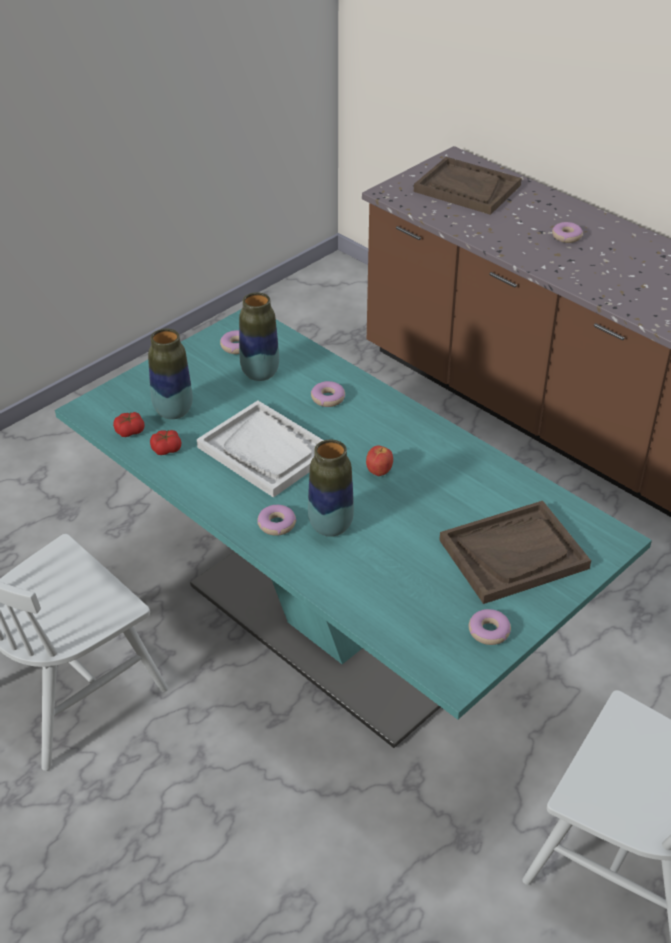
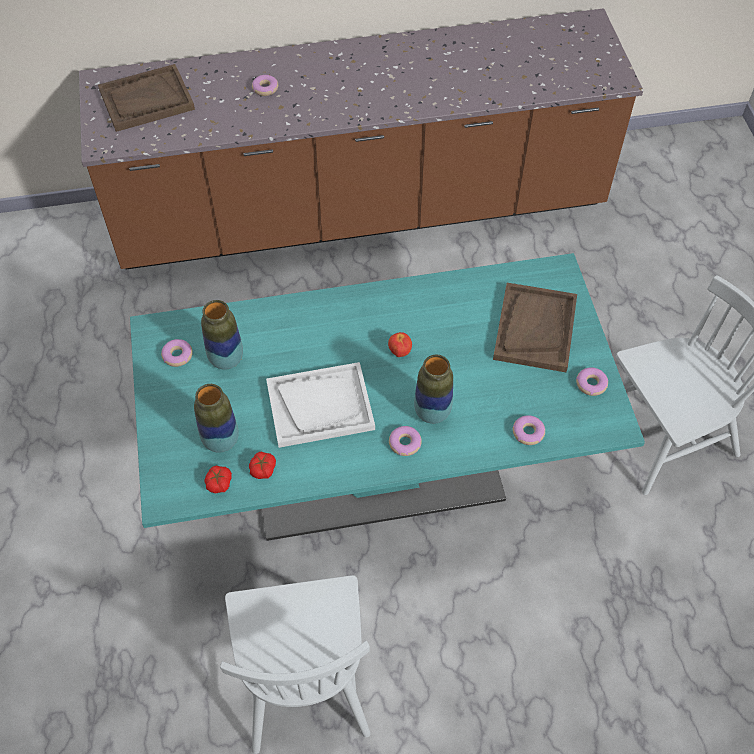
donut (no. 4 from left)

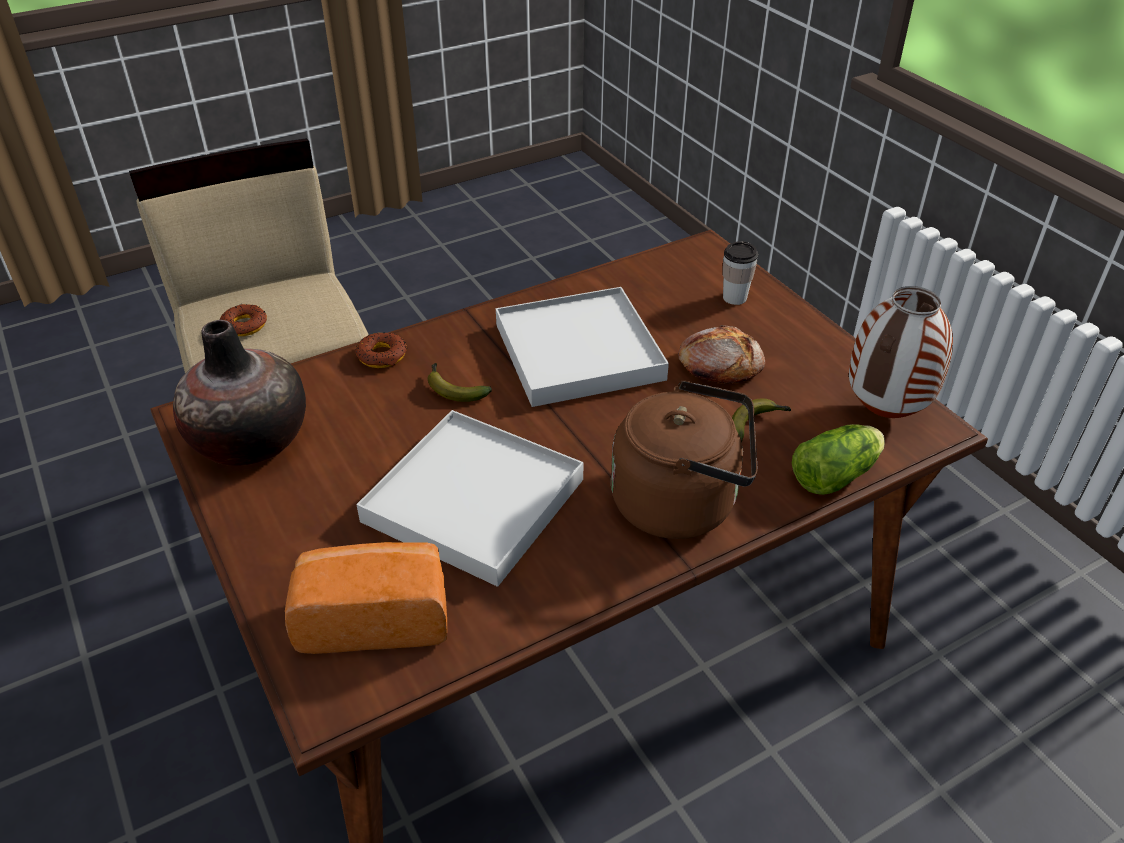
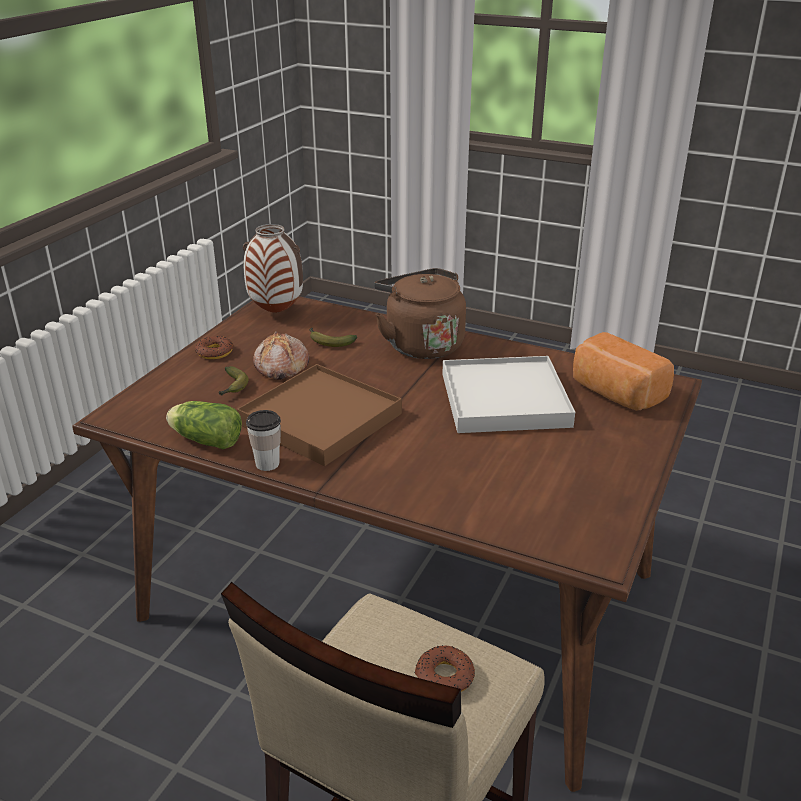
vase (no. 1 from left in the first image)
donut (no. 1 from left)
banana (no. 1 from left)
brown tray
cup
lettuce

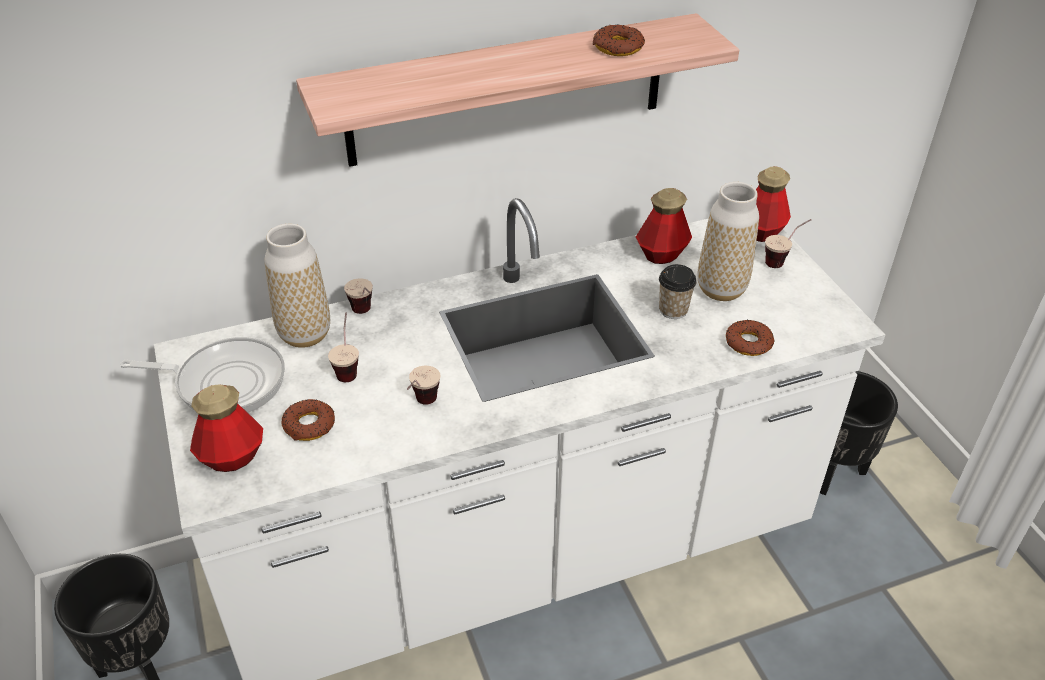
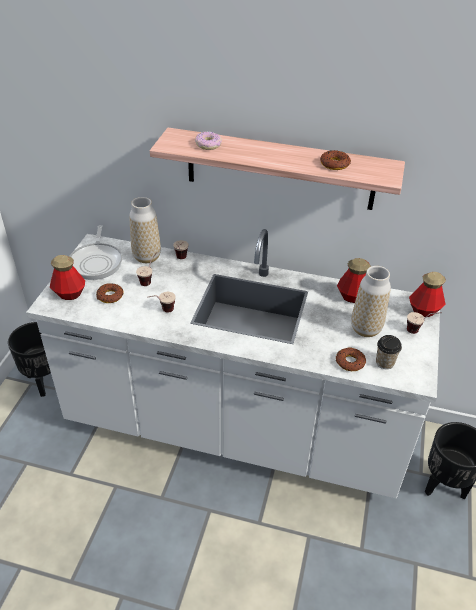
frying pan
cup (no. 4 from left)
donut (no. 2 from left)

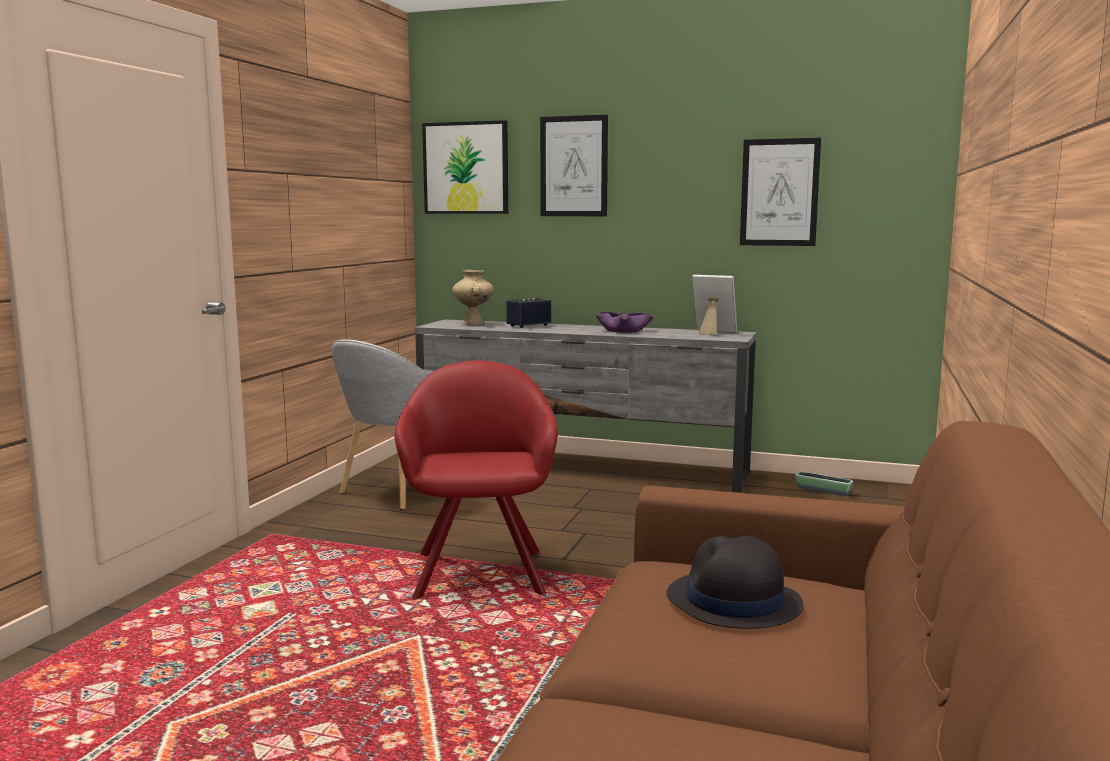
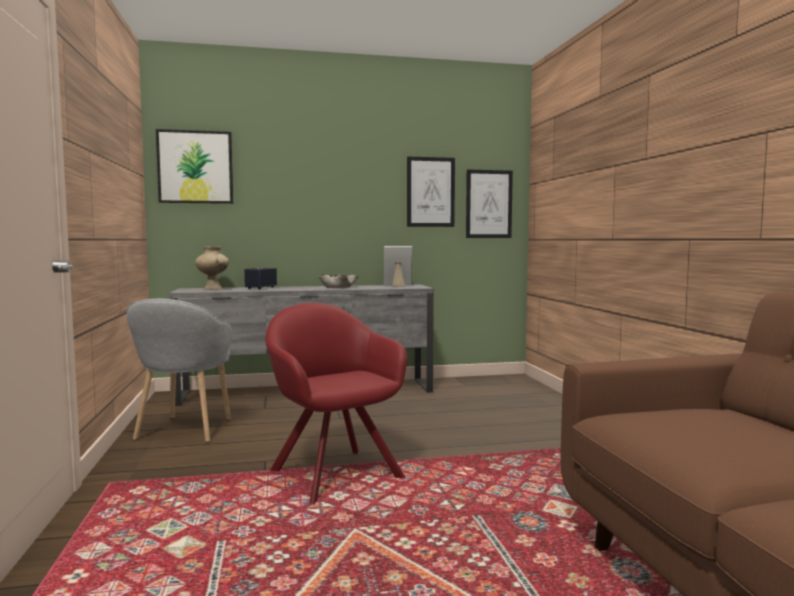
picture (no. 3 from left)
beige bowl
black hat
planter

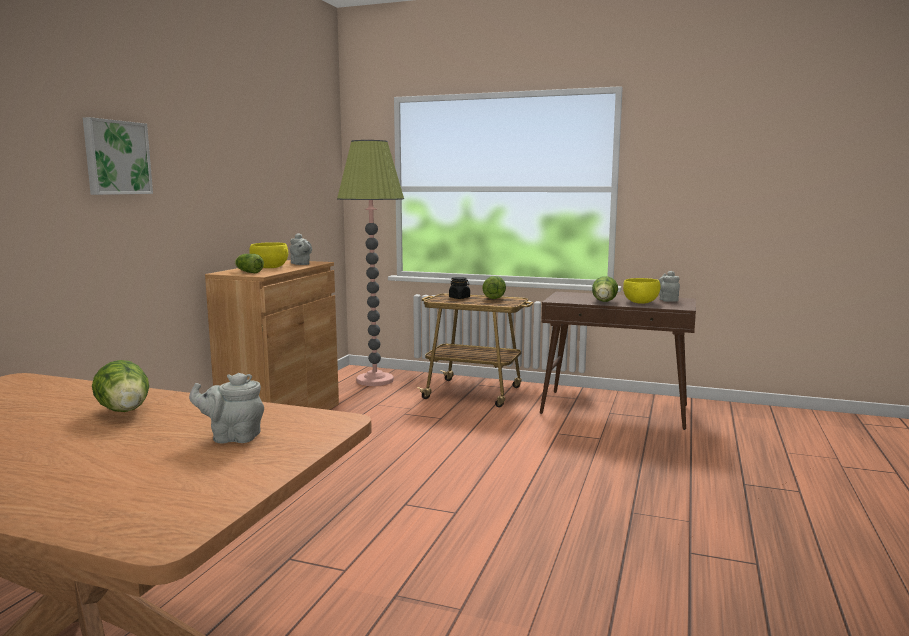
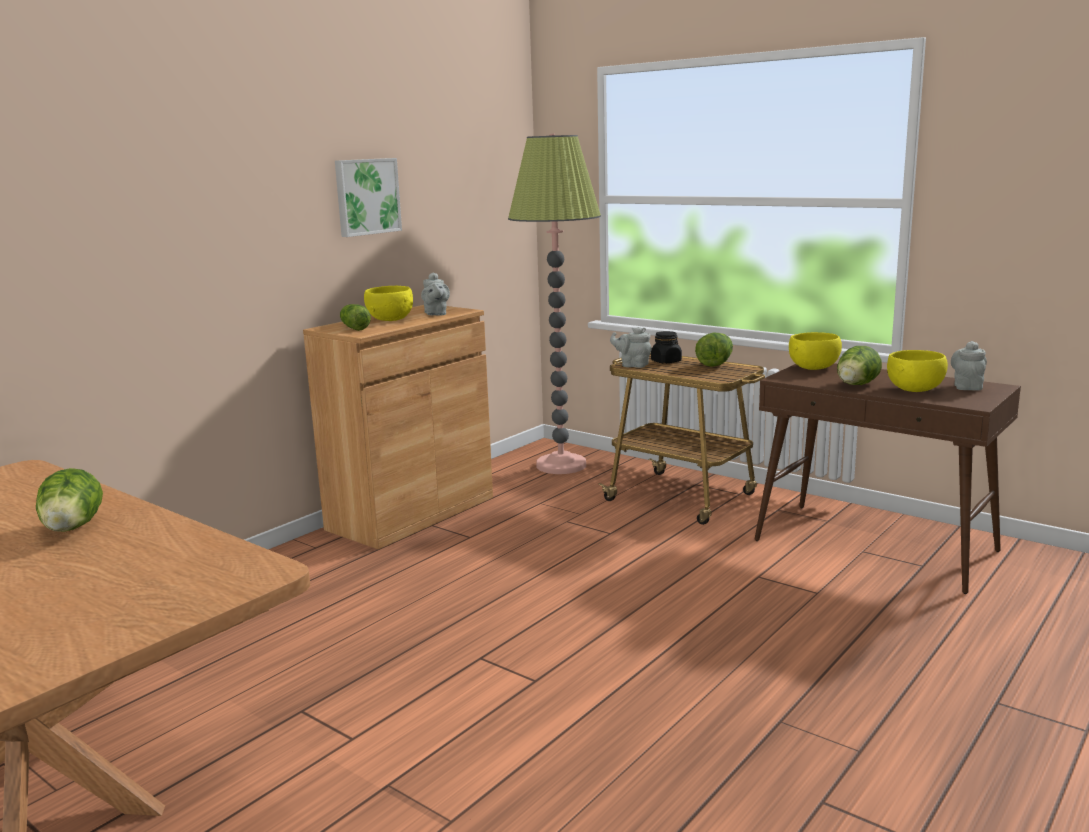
picture
grey teapot (no. 2 from left)
yellow bowl (no. 2 from left)

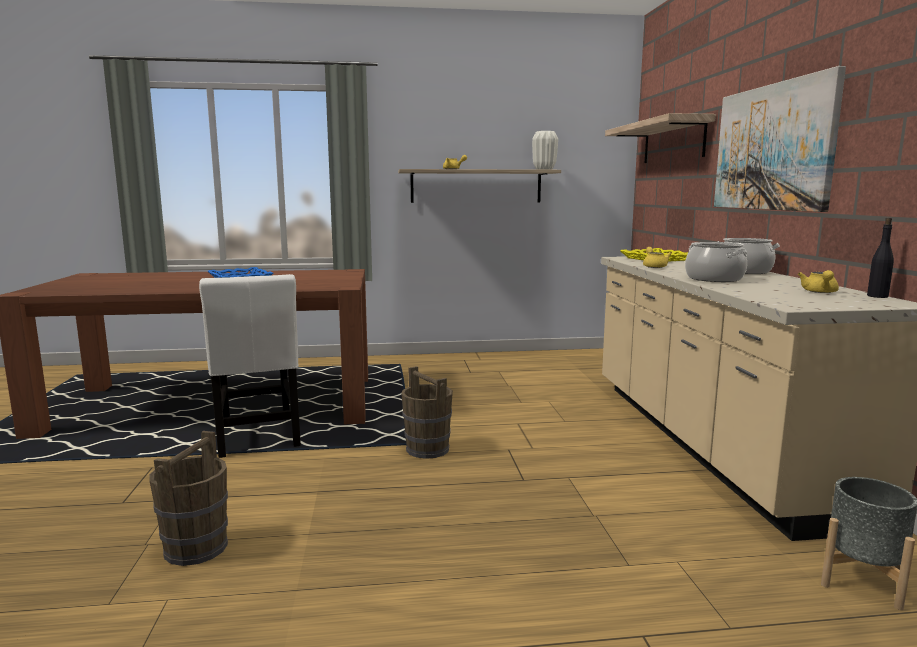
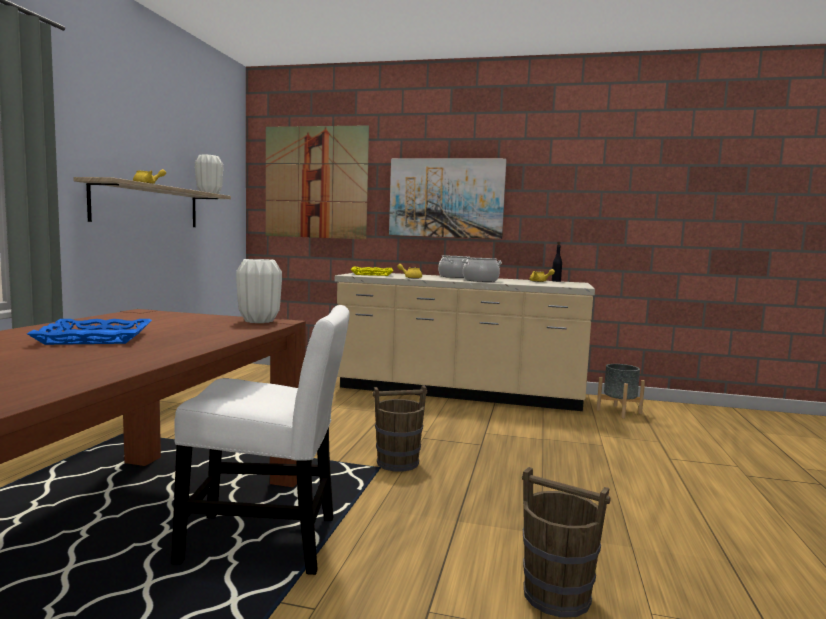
picture (no. 1 from left)
white vase (no. 2 from left)

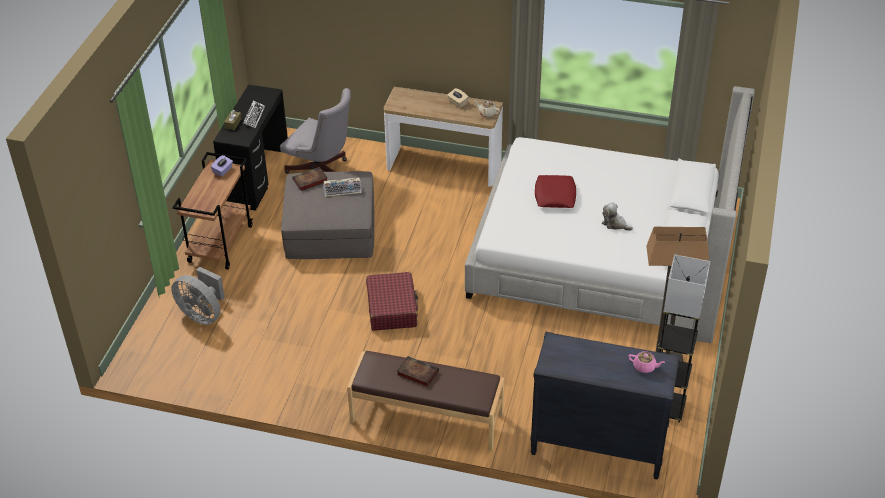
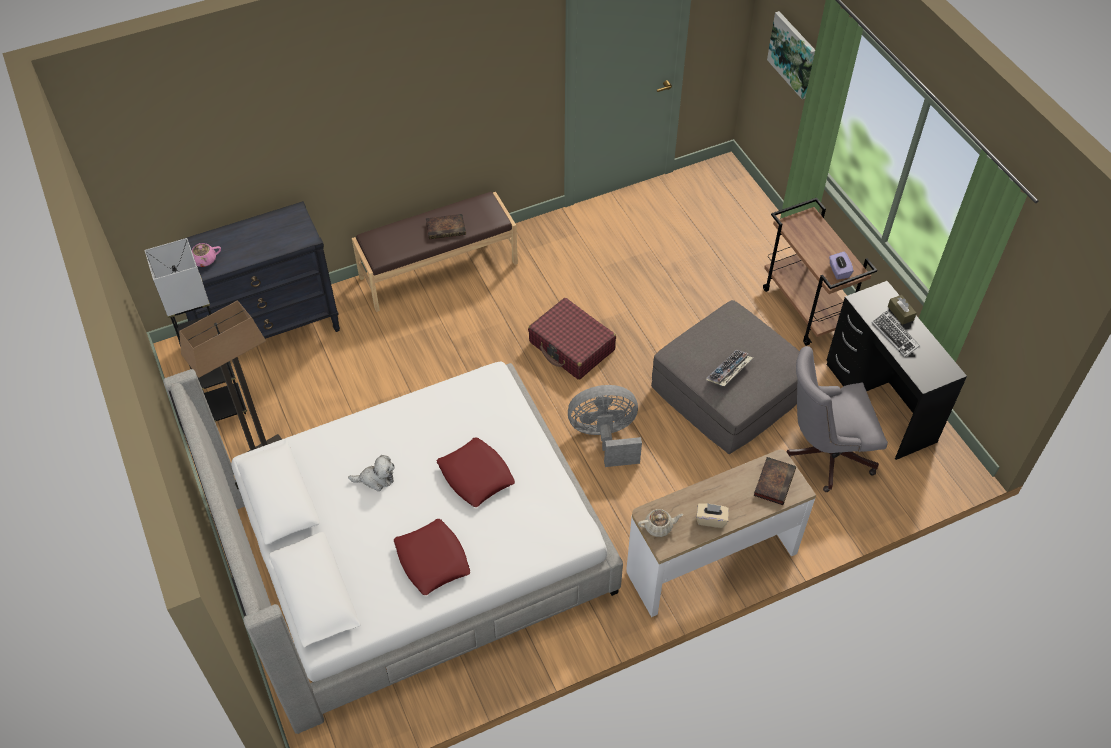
grey fan
book (no. 2 from left)
red pillow (no. 1 from left)
picture

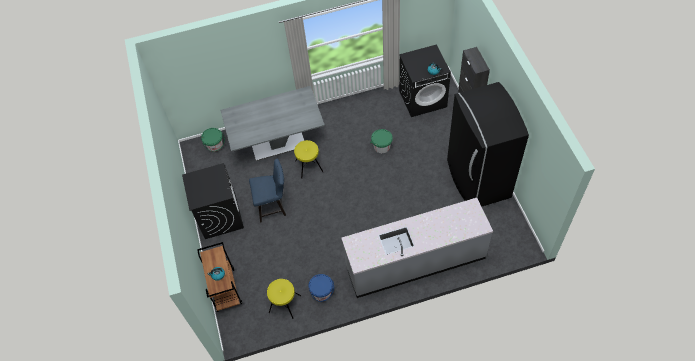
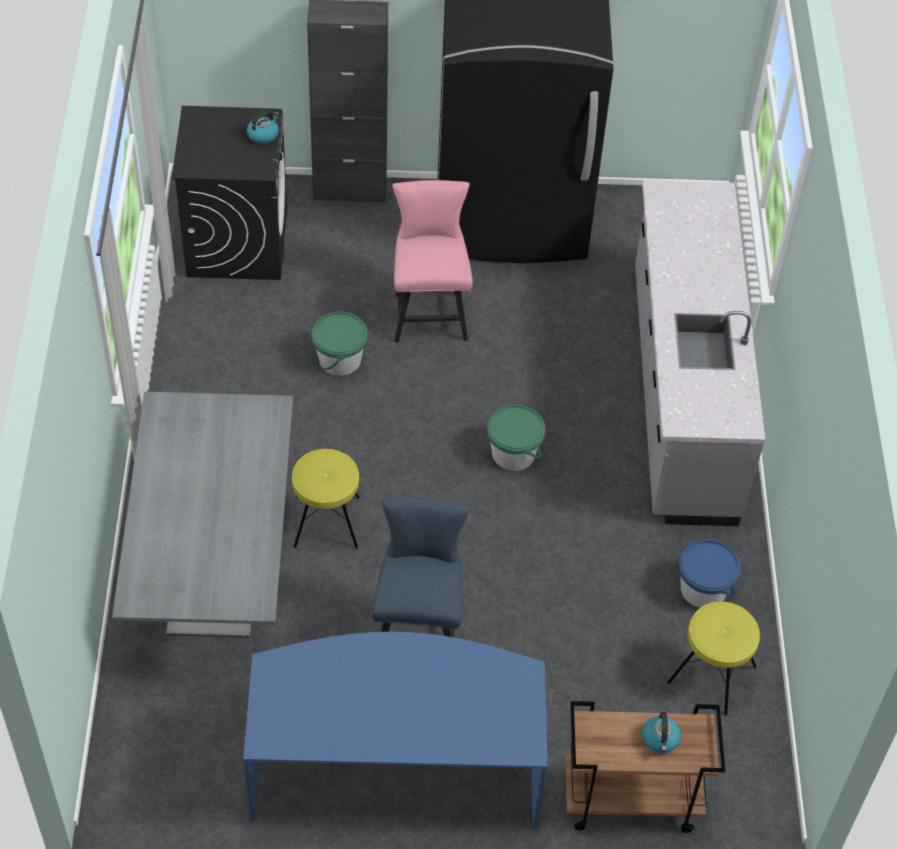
blue desk
green bucket (no. 2 from left)
pink chair

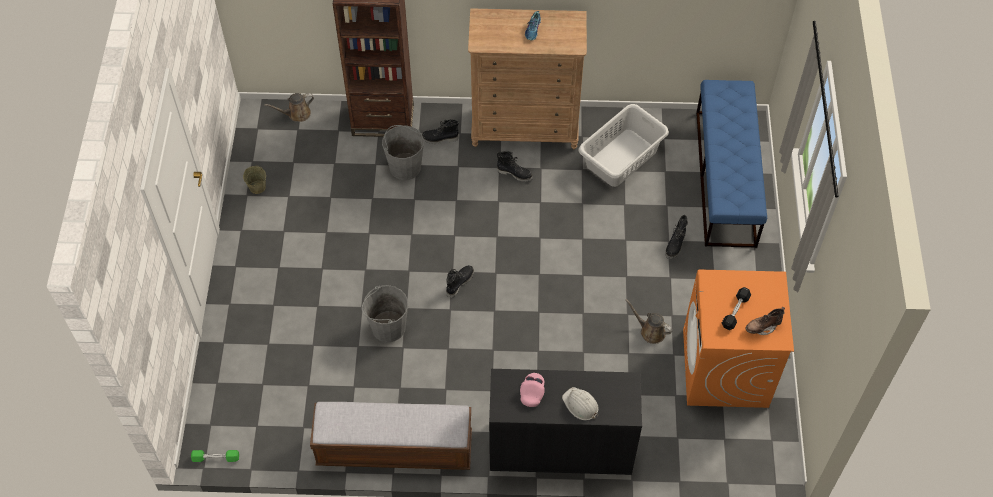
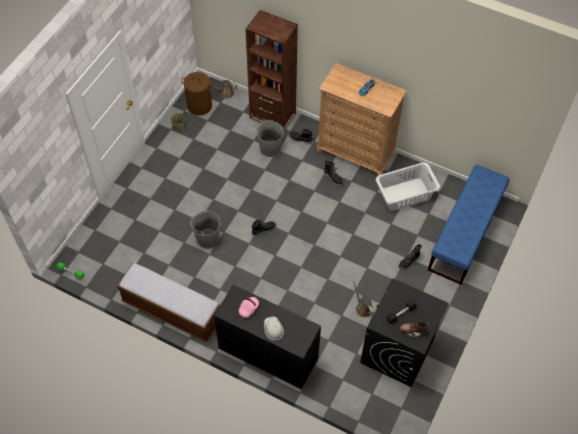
black washing machine
brown laundry basket

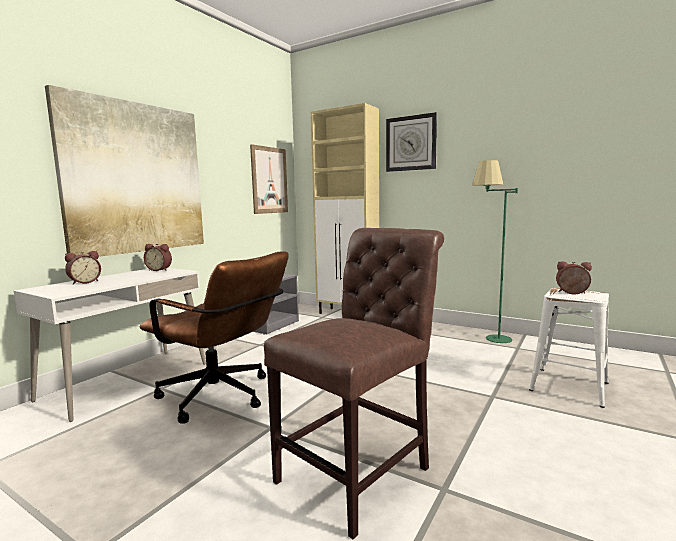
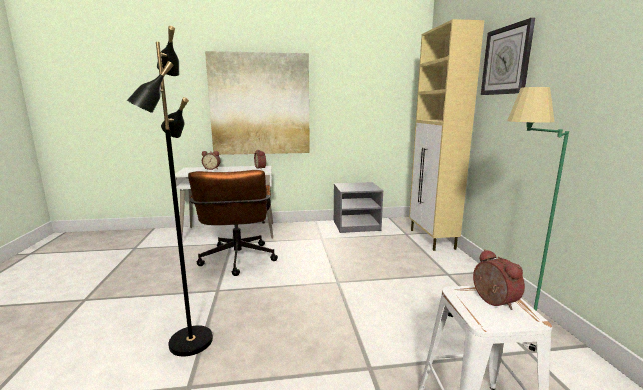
picture (no. 2 from left in the first image)
black floor lamp

